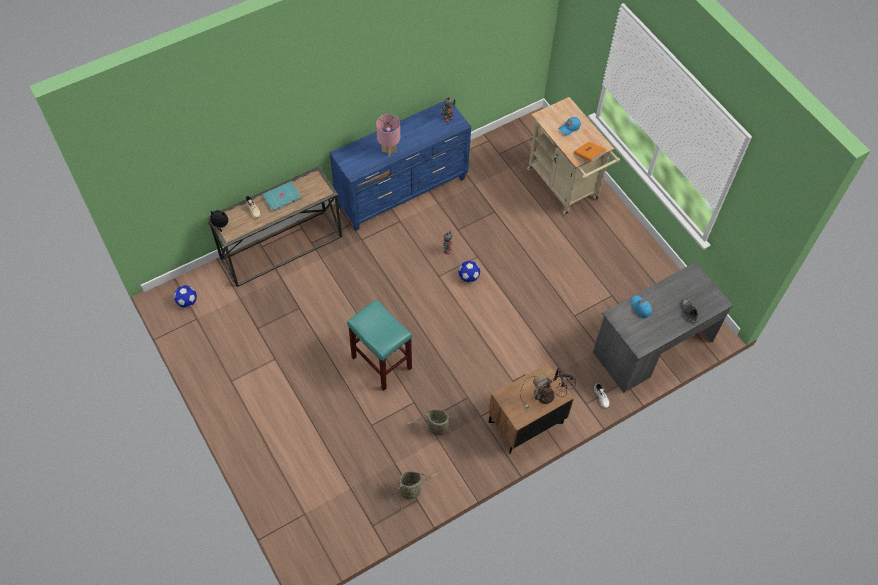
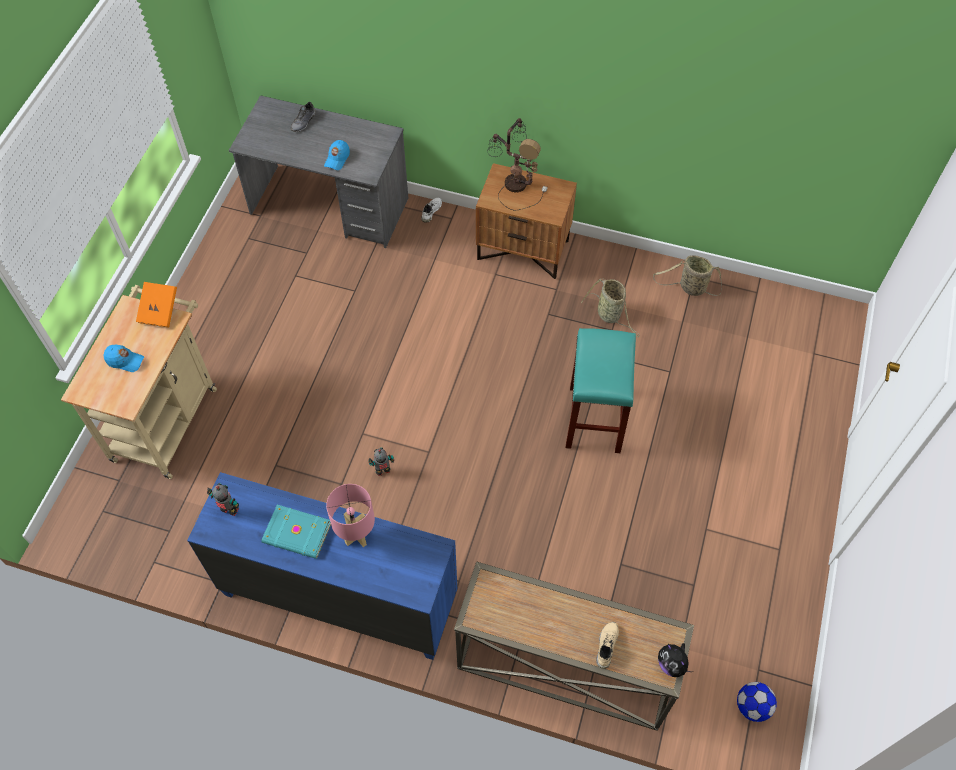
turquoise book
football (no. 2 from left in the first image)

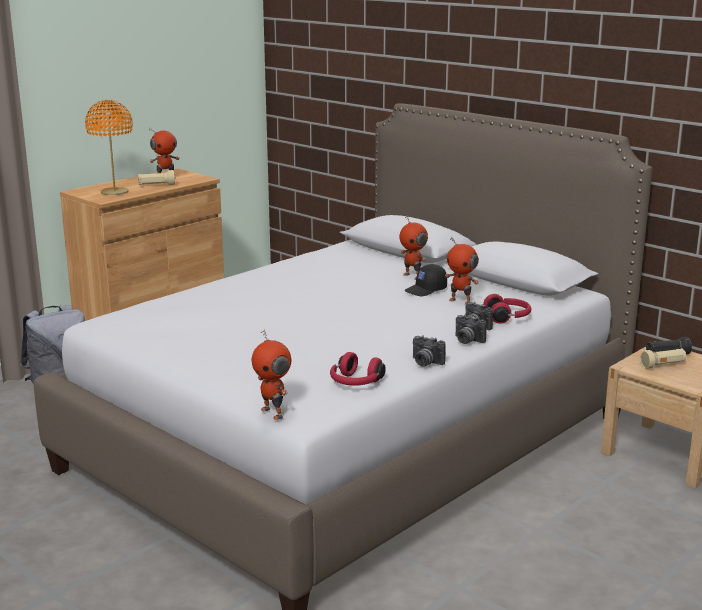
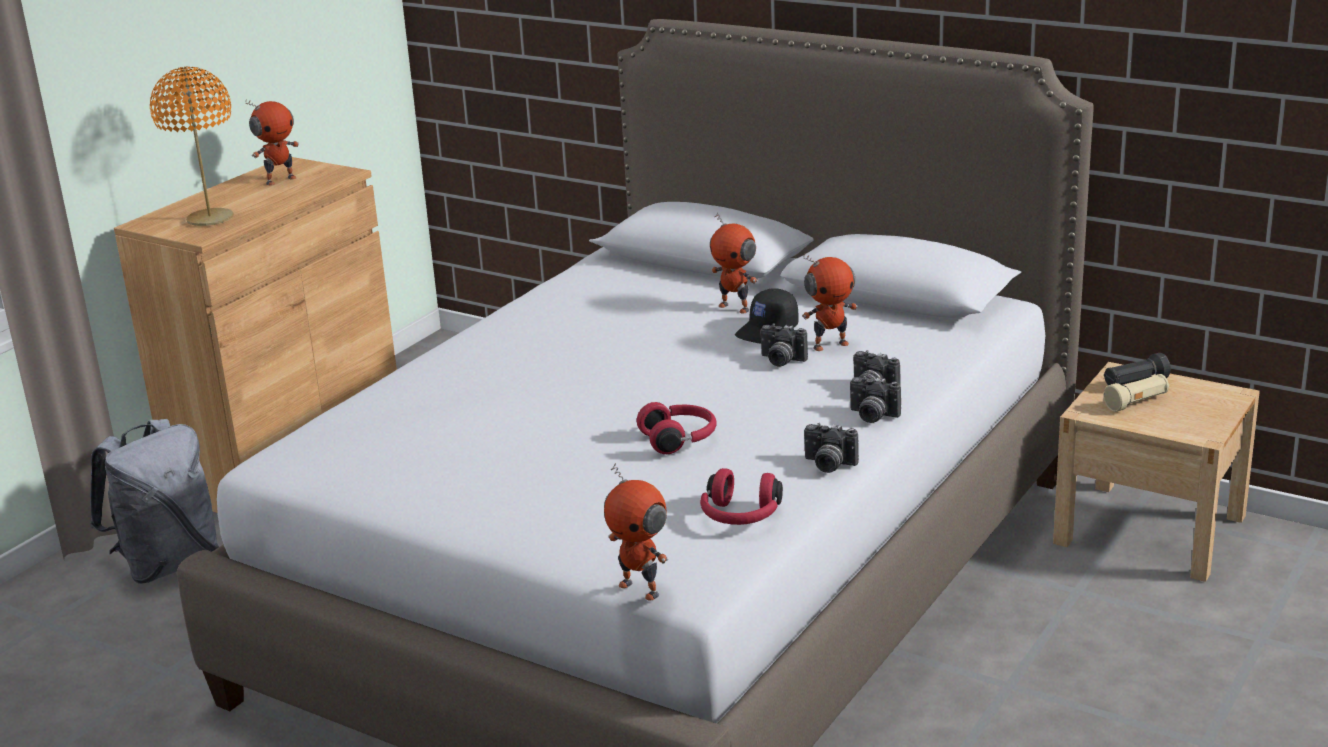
beige flashlight (no. 1 from left in the first image)
toy robot (no. 4 from left)
red headphones (no. 1 from left)
photo camera (no. 1 from left)

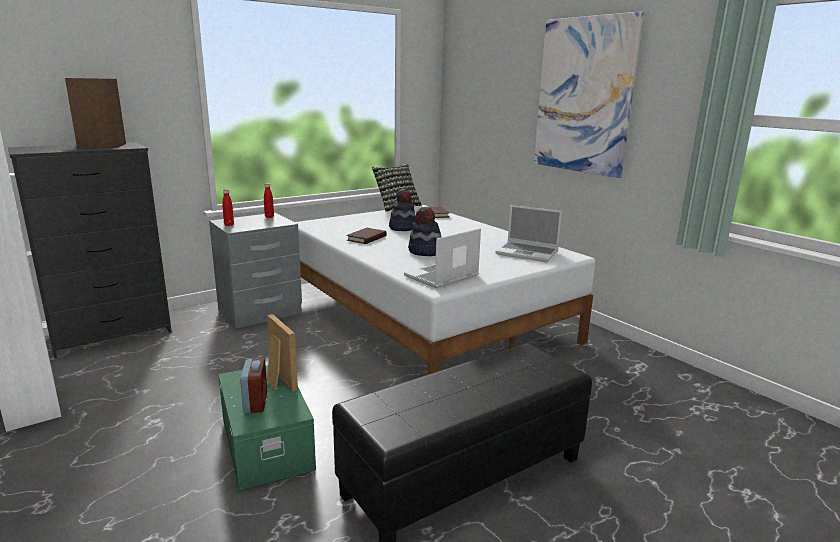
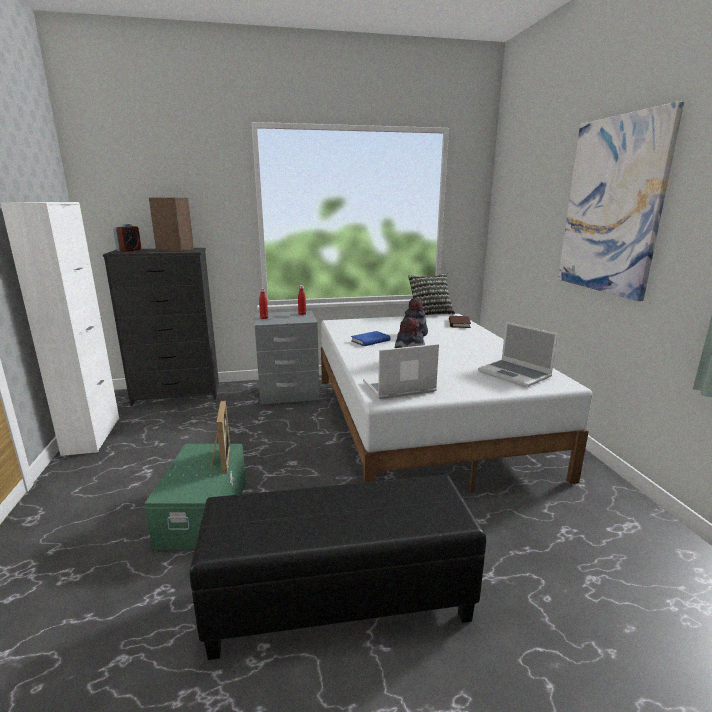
alarm clock
blue book

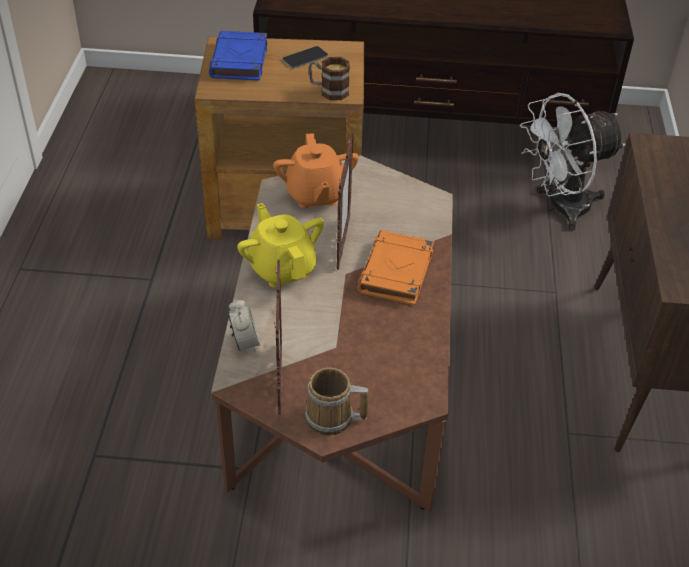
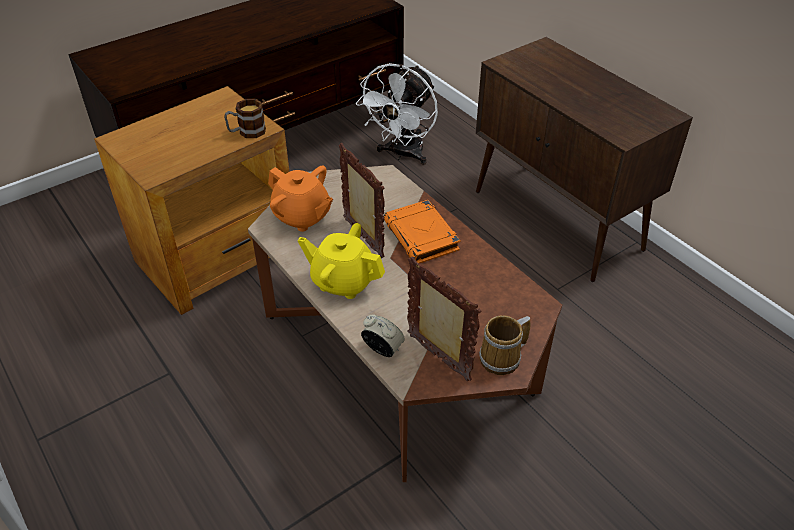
blue book
phone

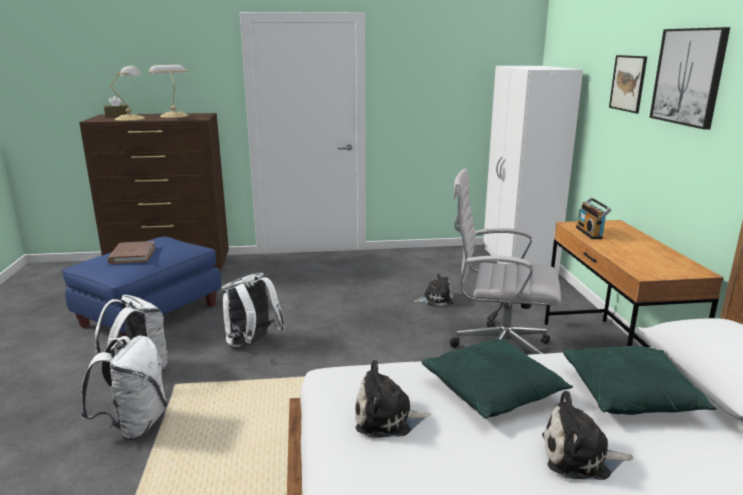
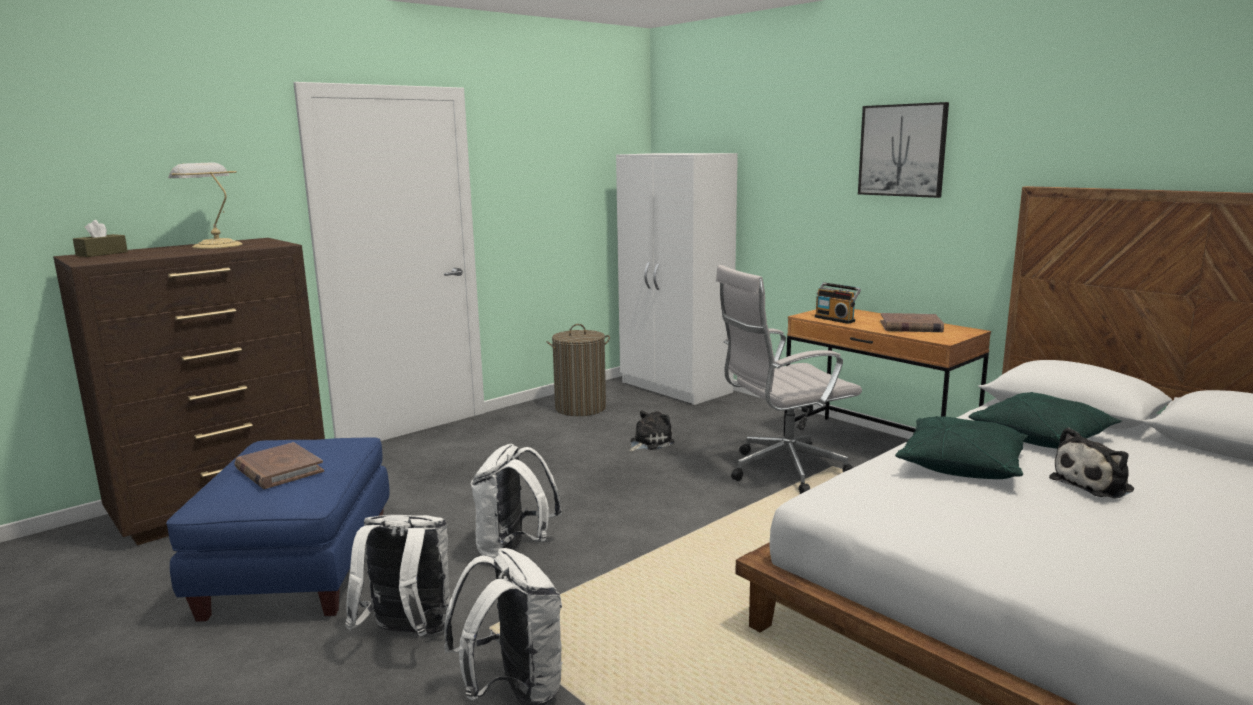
table lamp (no. 1 from left in the first image)
plush toy (no. 1 from left in the first image)
picture (no. 1 from left in the first image)
laundry basket
brown book (no. 2 from left)

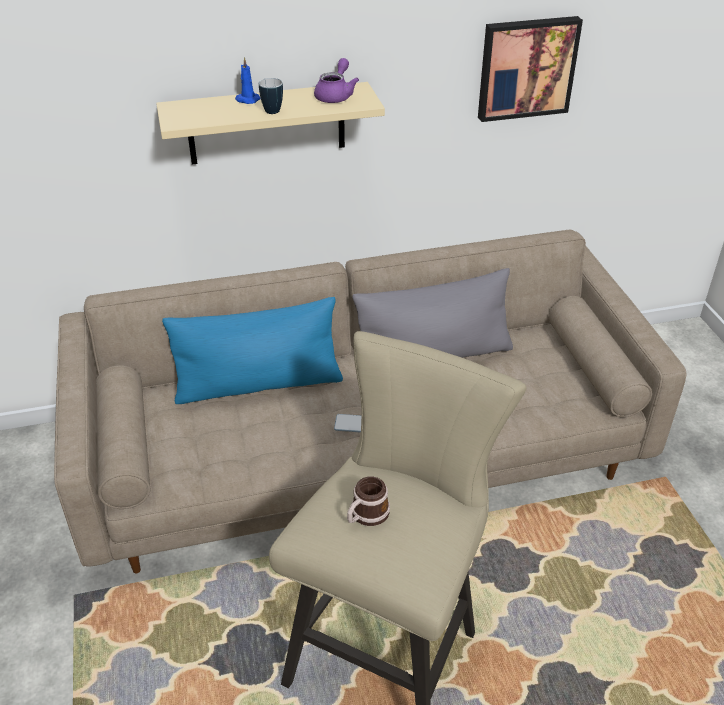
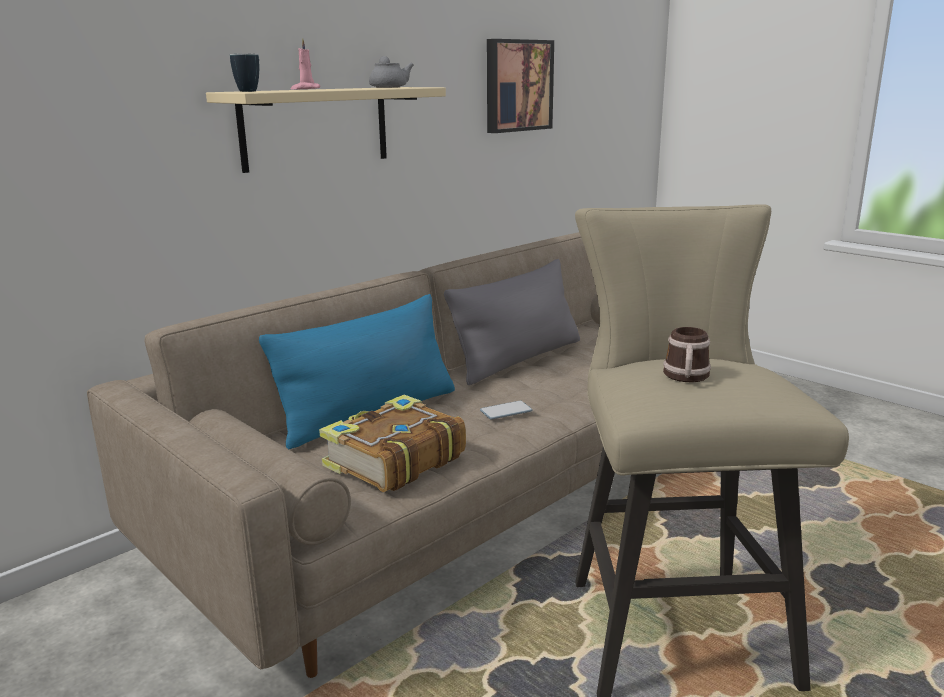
pink candle
mug (no. 1 from left)
grey teapot
book

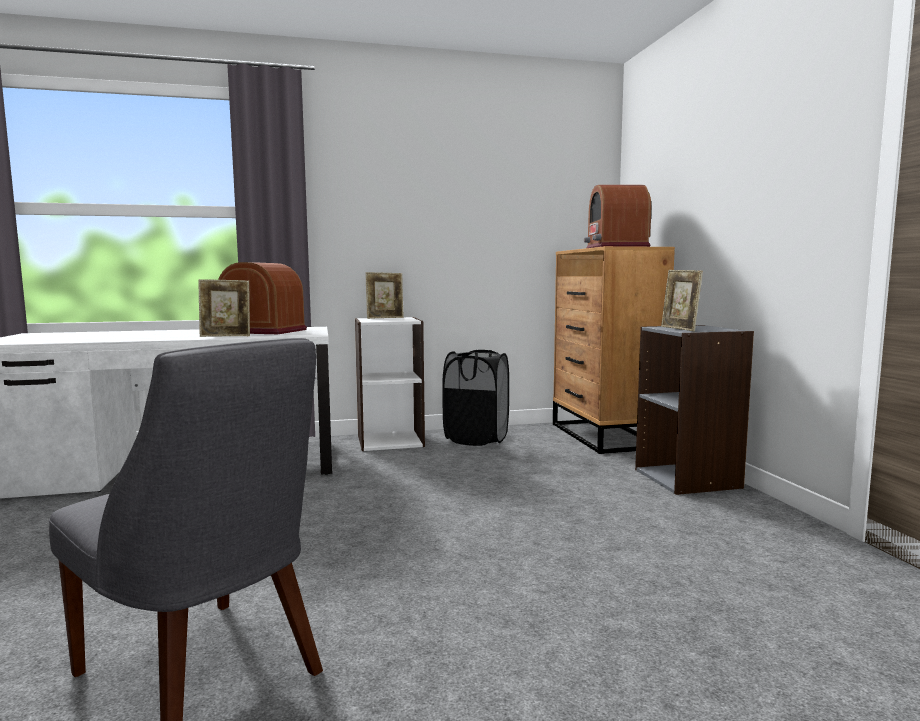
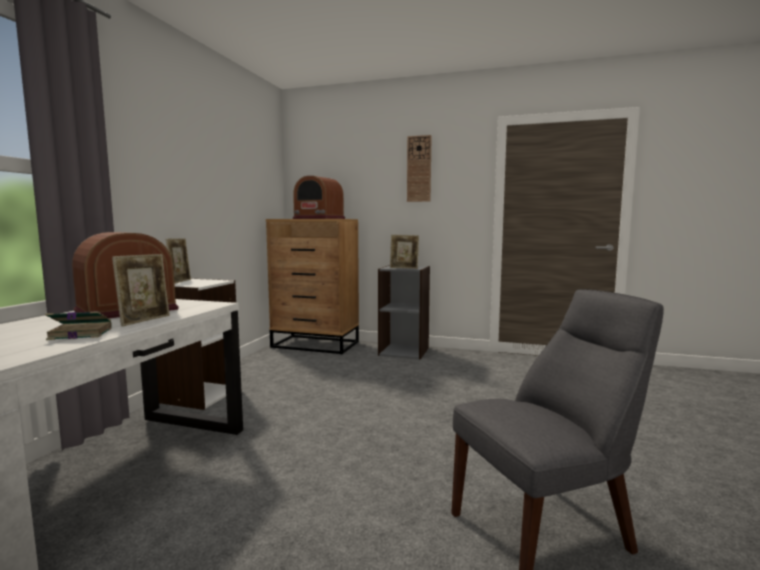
black laundry basket
book
wall clock

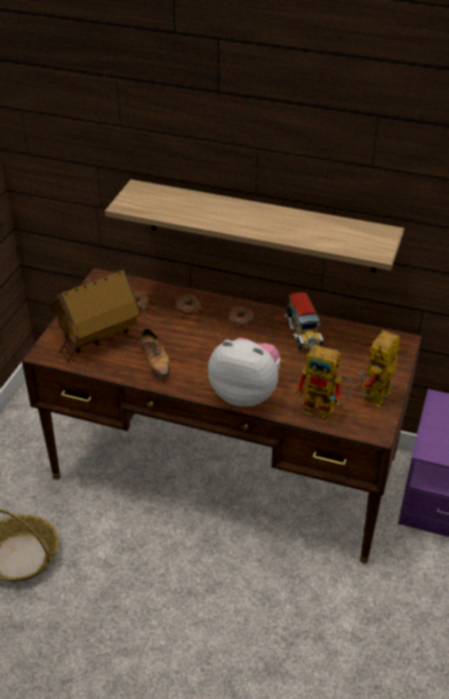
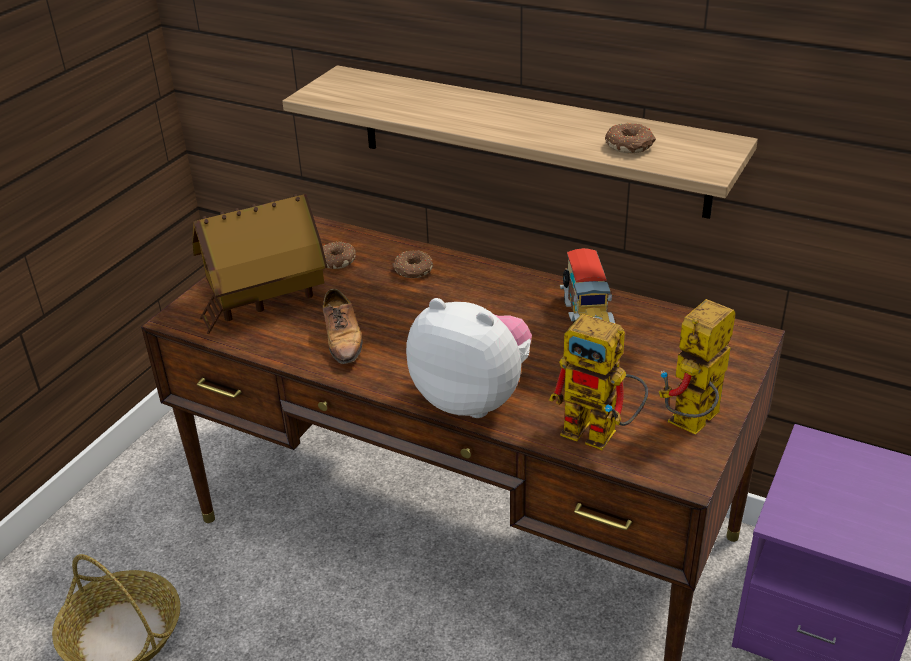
donut (no. 3 from left)

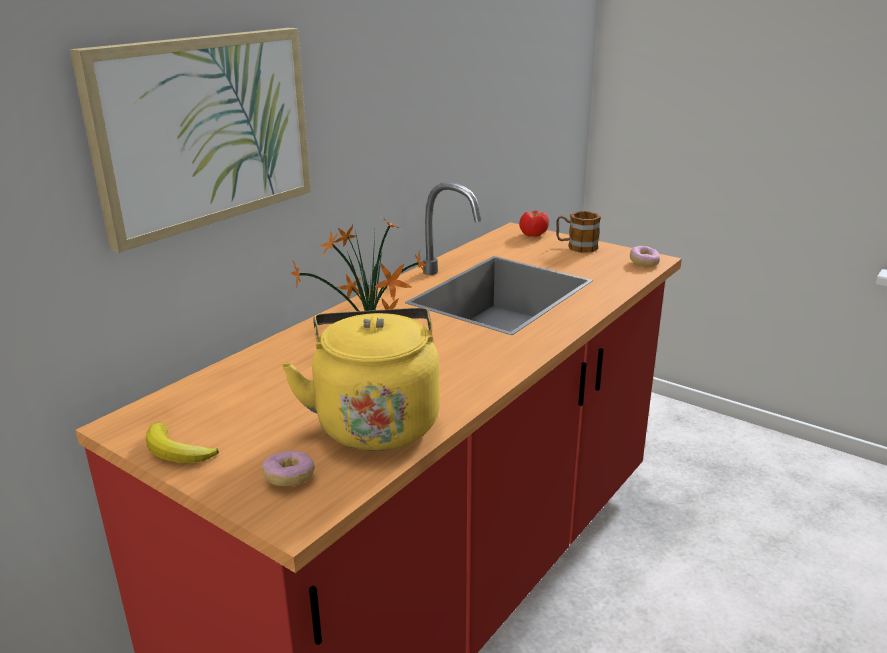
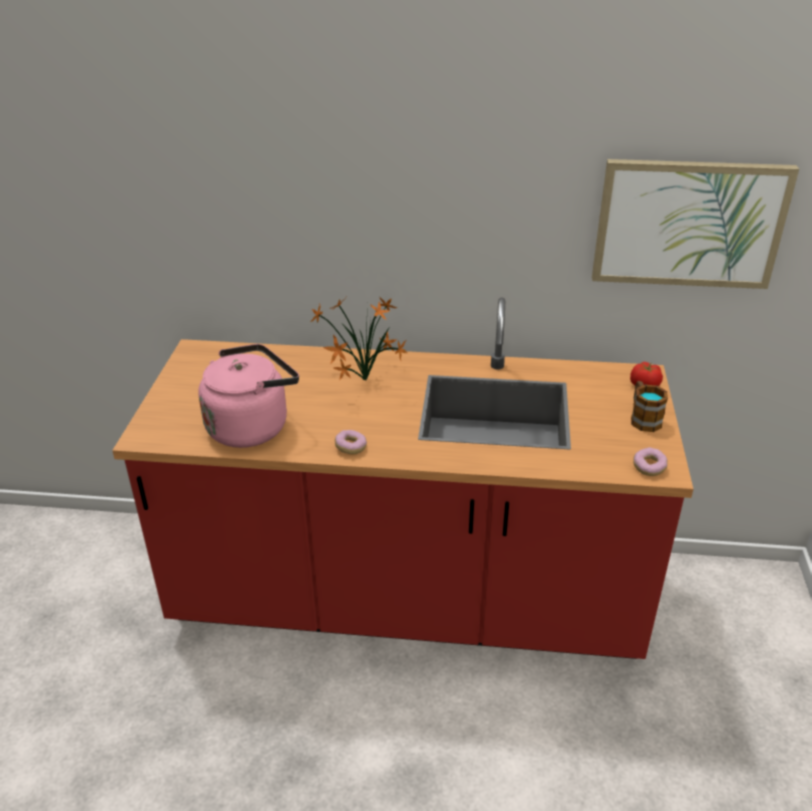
picture
banana
donut (no. 1 from left)
pink kettle

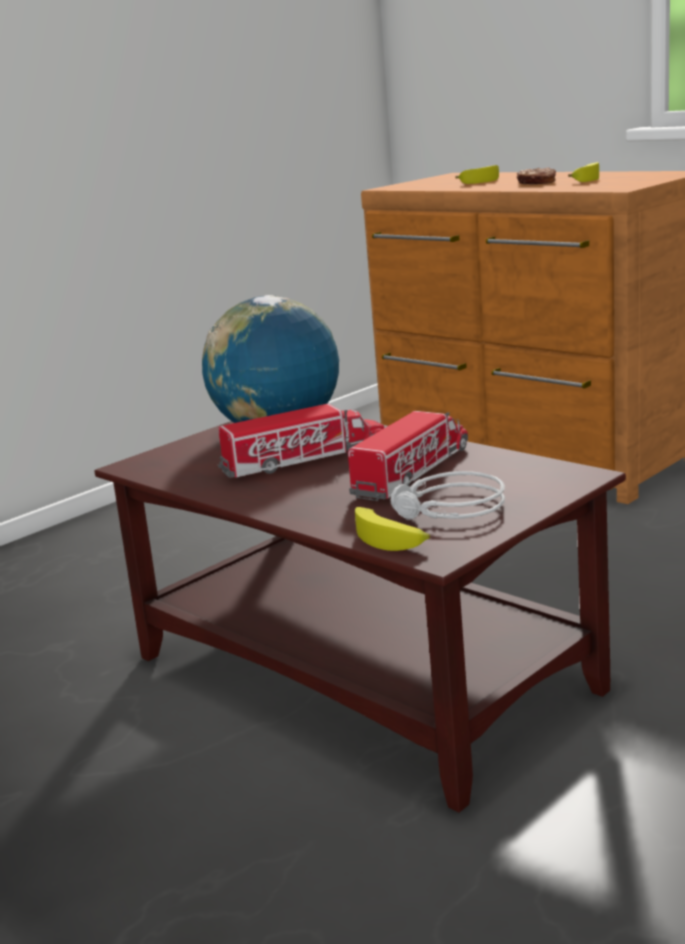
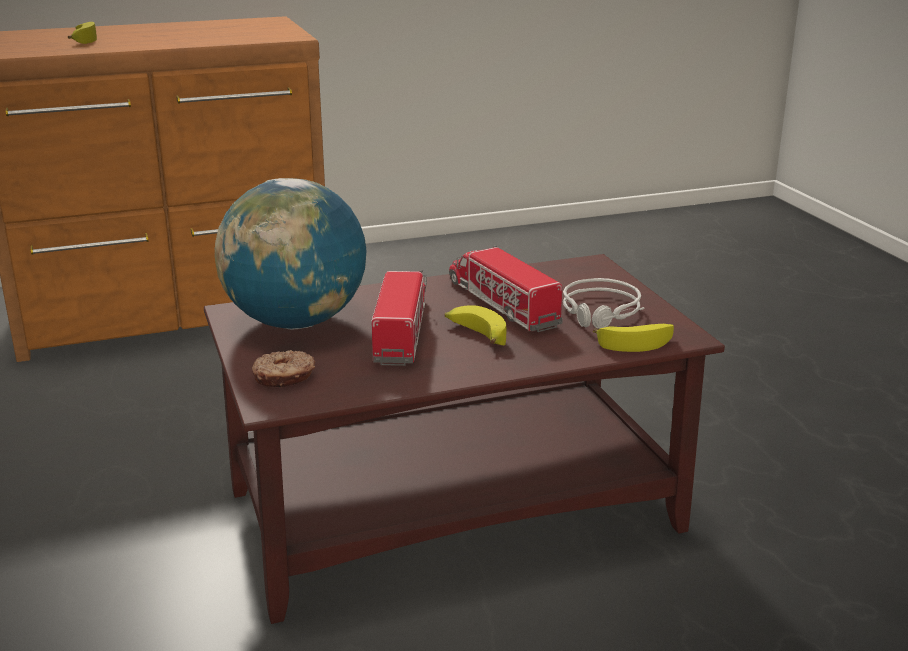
donut
banana (no. 2 from left)

